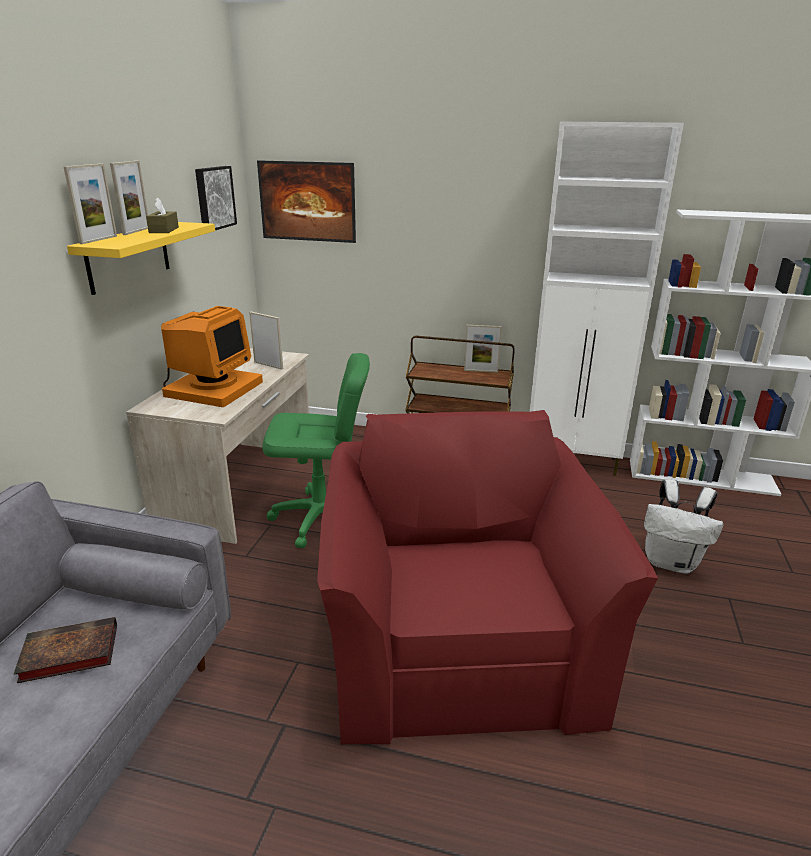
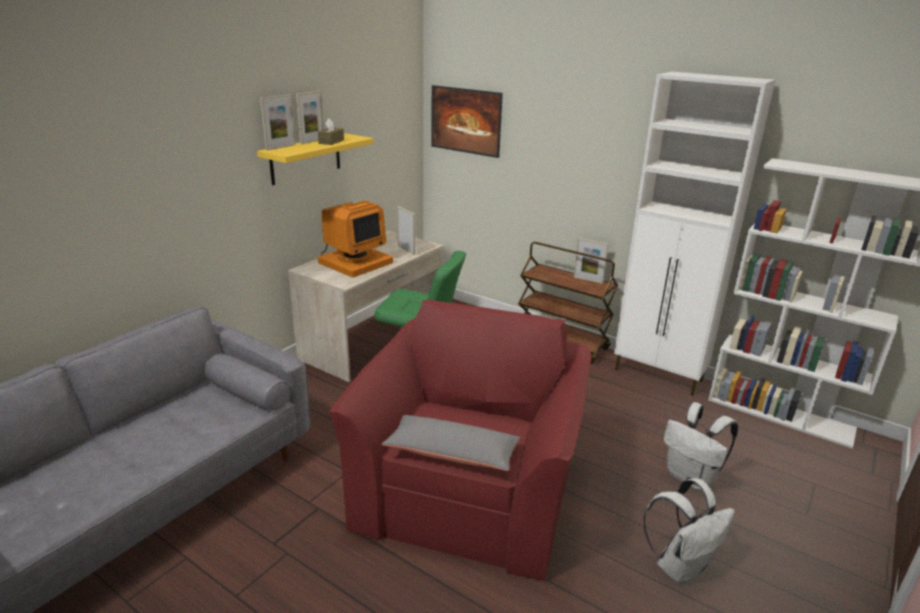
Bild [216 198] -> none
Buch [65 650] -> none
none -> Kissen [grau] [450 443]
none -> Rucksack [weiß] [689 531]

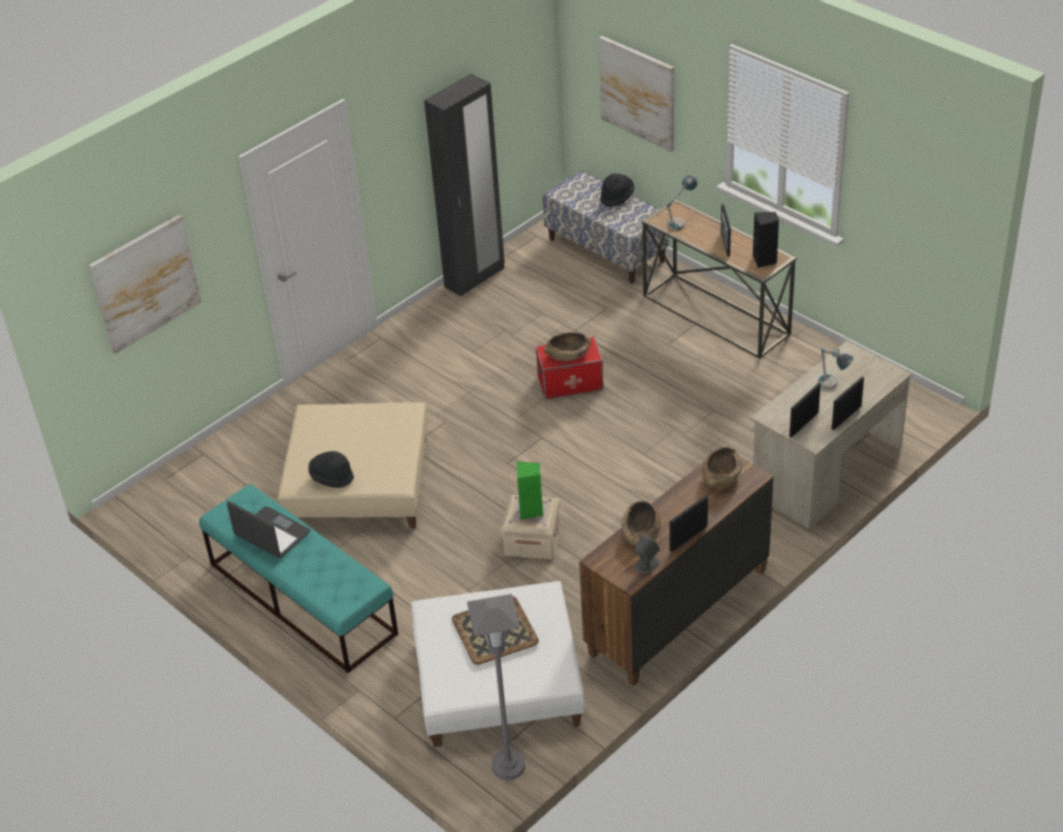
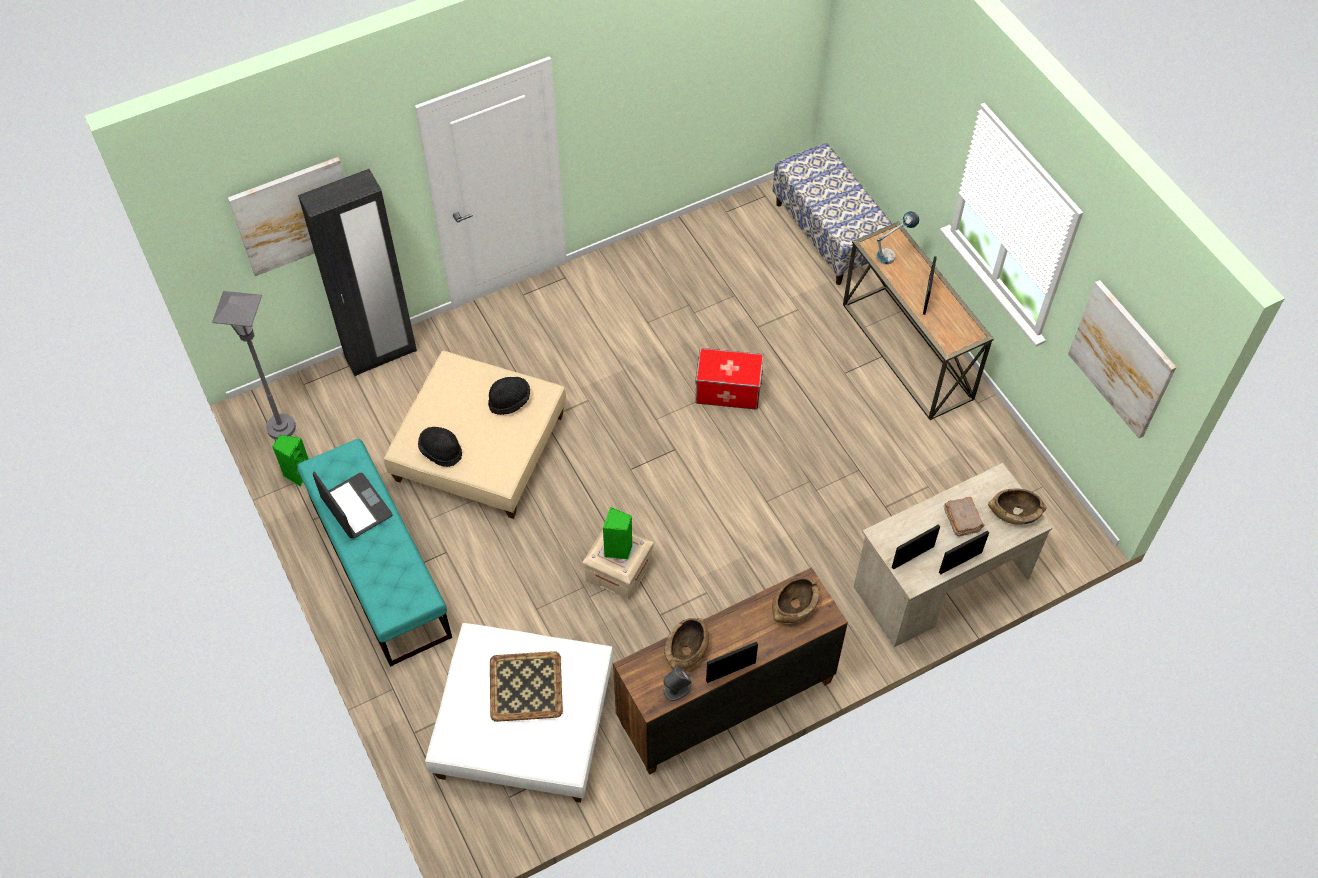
Bild [636 94] -> Bild [1122 359], moved
Kleiderschrank [schwarz] [464 185] -> Kleiderschrank [schwarz] [357 272], moved
Hut [schwarz] [617 190] -> Hut [schwarz] [509 396], moved
Lautsprecher [schwarz] [766 240] -> none
Schüssel [braun] [567 346] -> Schüssel [braun] [1017 507], moved
Tischlampe [836 369] -> Buch [braun] [964 516]
Stehlampe [grau] [496 687] -> Stehlampe [grau] [254 365], moved
none -> Lautsprecher [grün] [290 461]

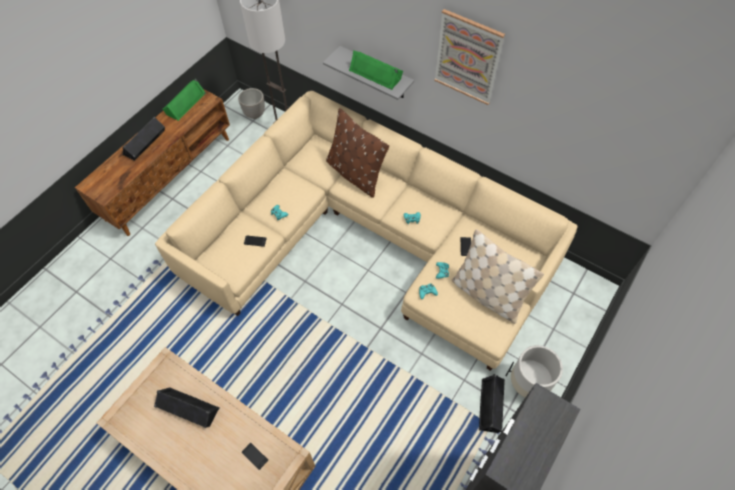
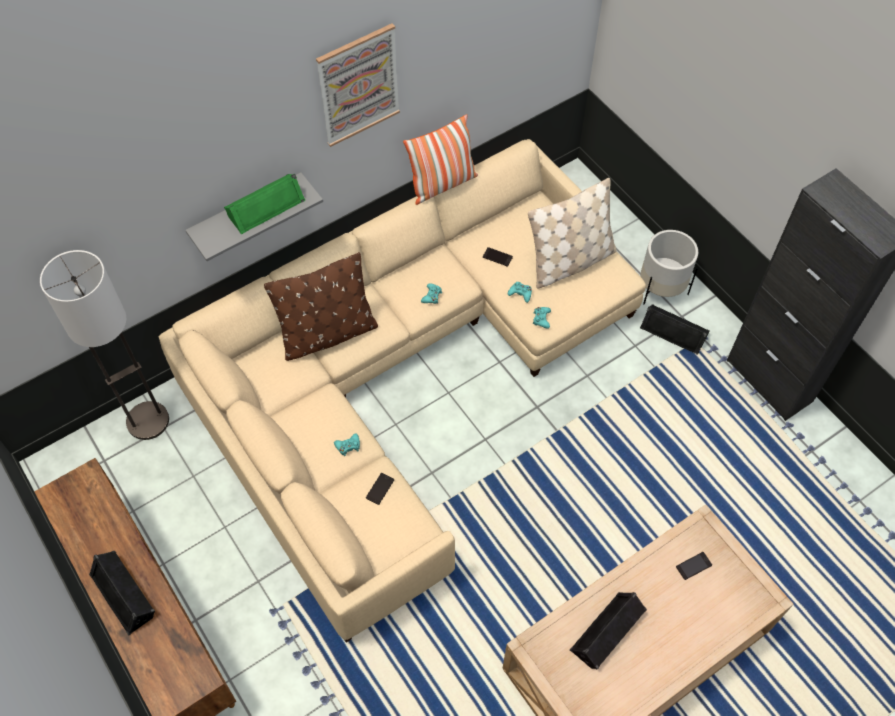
Lautsprecher [grün] [184 99] -> none
Pflanzkübel [251 103] -> none
none -> Kissen [440 159]

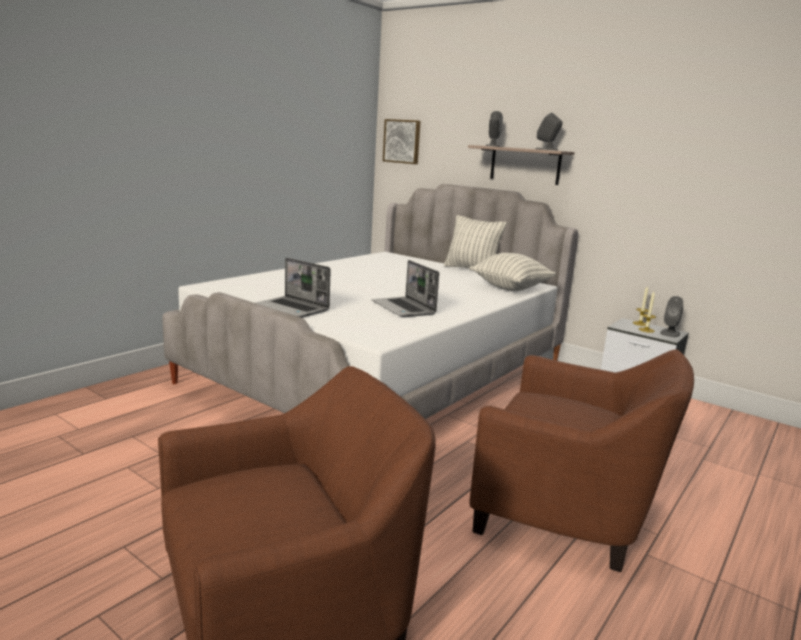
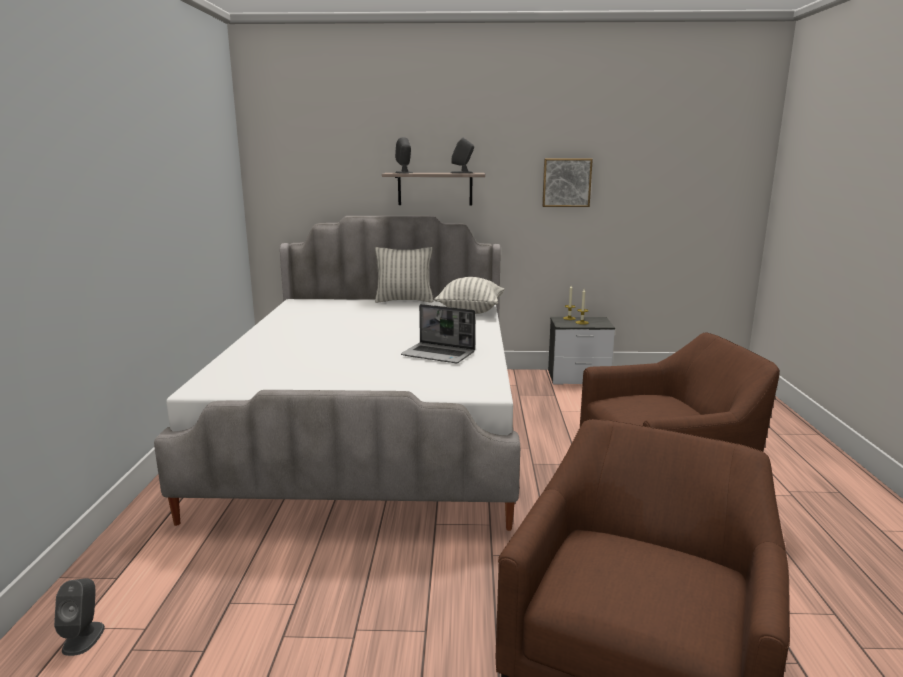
Bild [402 141] -> Bild [567 182], moved
Laptop [293 288] -> none
Lautsprecher [grau] [671 316] -> Lautsprecher [grau] [79 617], moved

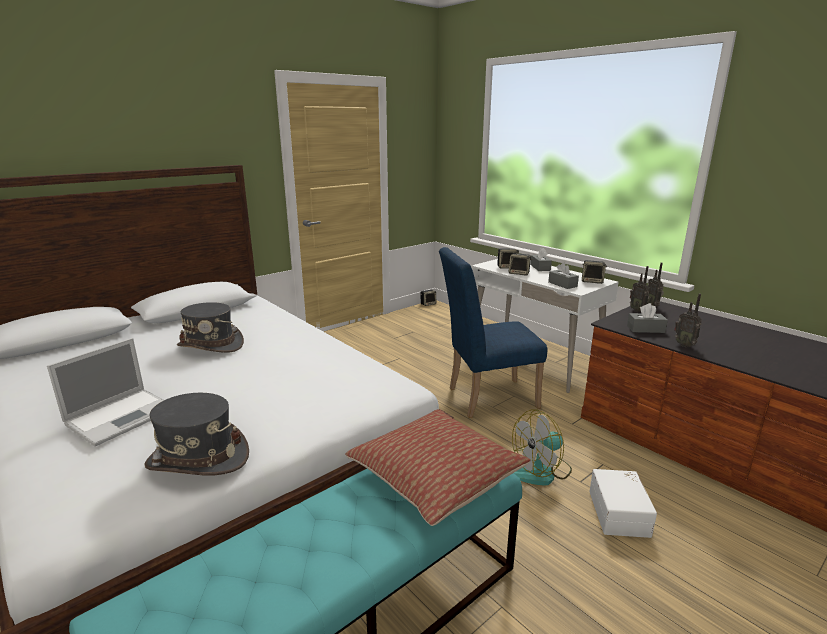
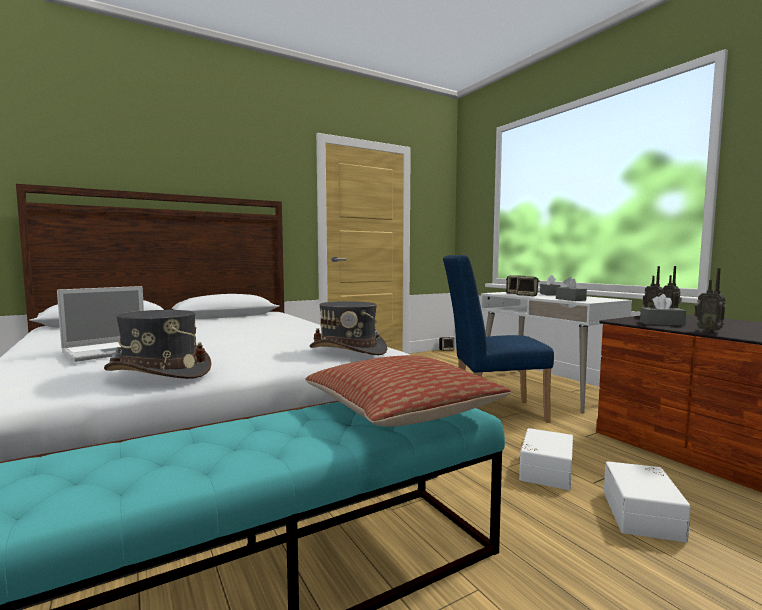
Lautsprecher [594 272] -> none
Hut [grau] [210 327] -> Hut [grau] [348 328], moved
Ventilator [542 448] -> Aufbewahrungsbox [weiß] [546 459]

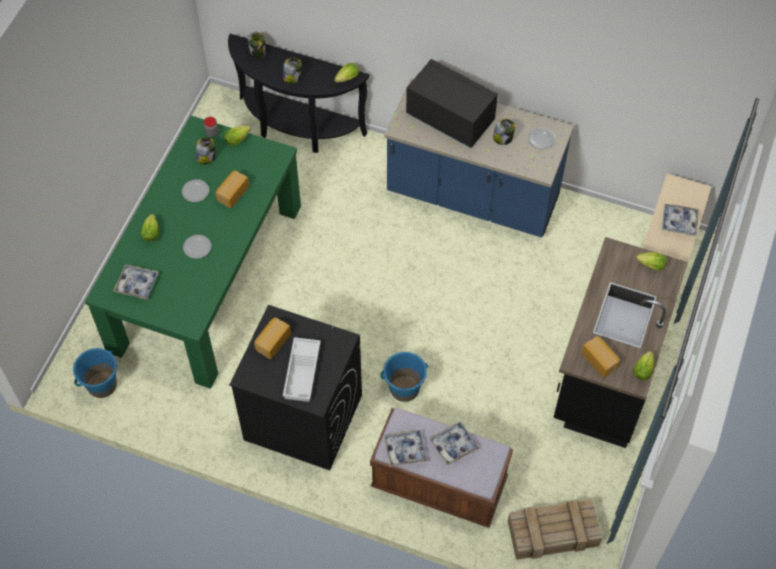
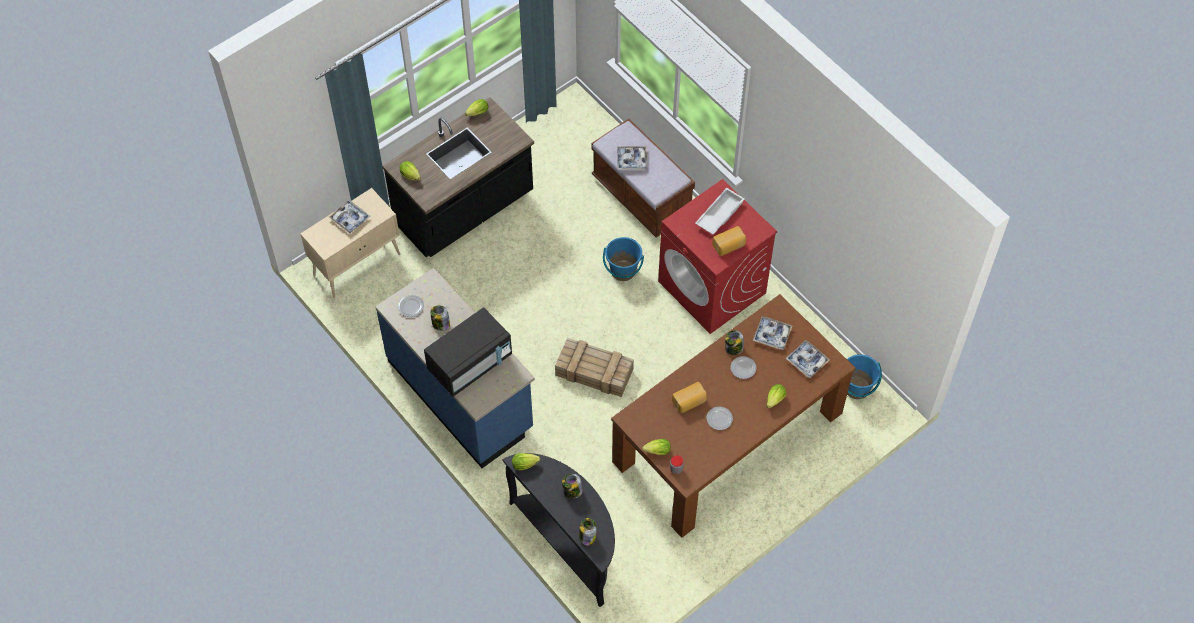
Mikrowelle [schwarz] [452 103] -> Mikrowelle [schwarz] [468 352], 105 degrees counterclockwise
Esstisch [grün] [193 252] -> Esstisch [braun] [733 416]
Vorratsglas [205 151] -> Vorratsglas [734 343], moved
Waschmaschine [schwarz] [295 387] -> Waschmaschine [rot] [718 256]
Brot [601 357] -> none
Tablett [405 448] -> Tablett [772 333], moved
Kiste [555 530] -> Kiste [594 367], moved

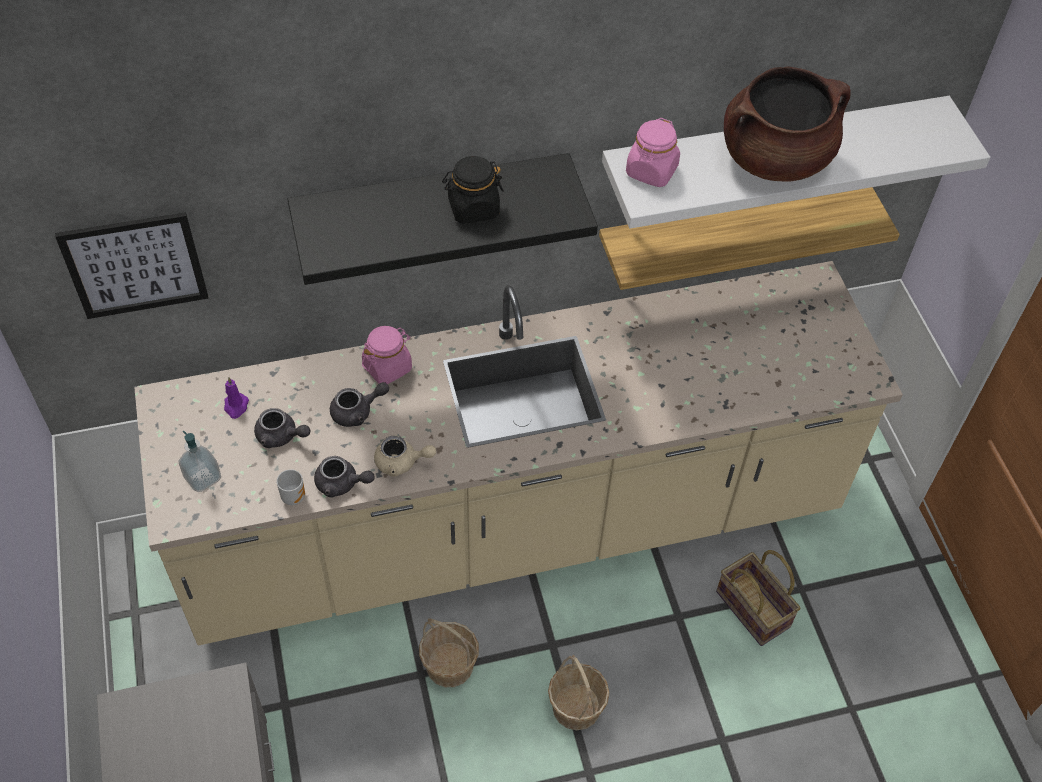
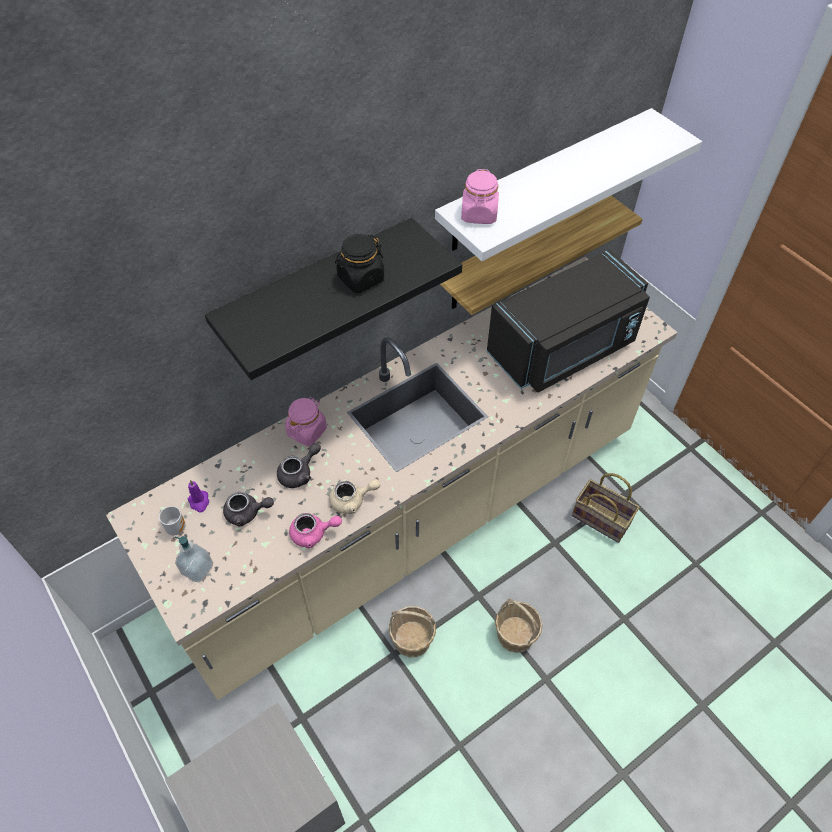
Kochtopf [braun] [787 123] -> none
Bild [132 265] -> none
Teekanne [grau] [344 477] -> Teekanne [rosa] [315 530]
Henkelbecher [290 487] -> Henkelbecher [172 520], moved
none -> Mikrowelle [schwarz] [568 320]

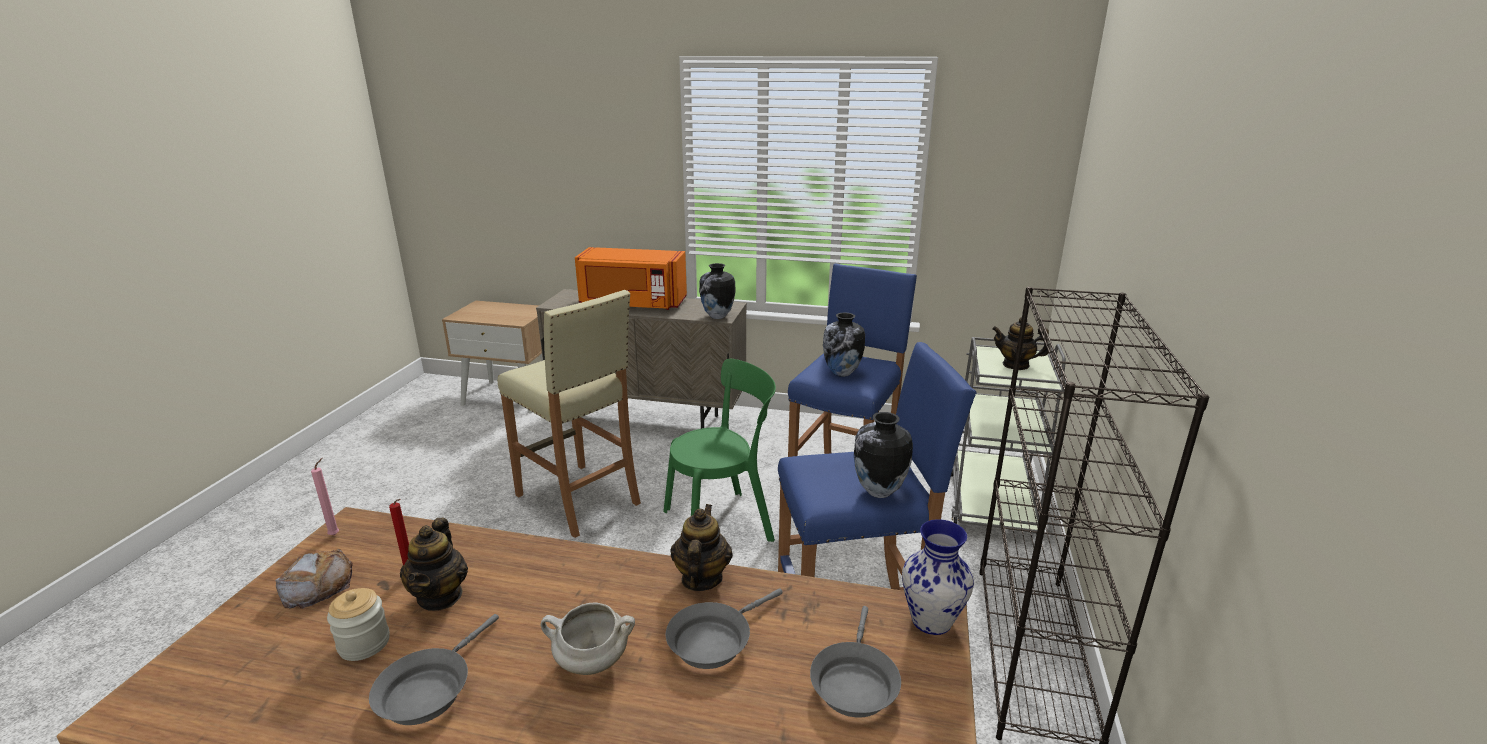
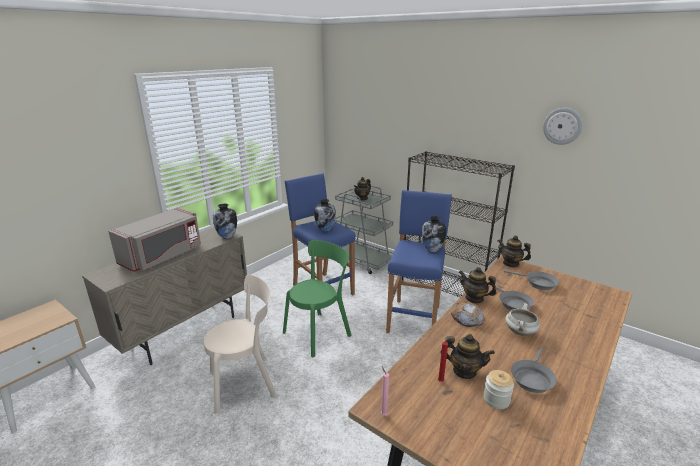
Mikrowelle [orange] [631 278] -> Mikrowelle [grau] [154 240]
Hocker [beige] [569 414] -> Stuhl [beige] [240 344]
Stuhl [grün] [719 450] -> Stuhl [grün] [317 298], 45 degrees clockwise
Vase [938 577] -> Teekanne [514 251]
Brot [314 579] -> Brot [468 314], moved
Pfanne [grau] [434 669] -> Pfanne [grau] [534 370], 75 degrees clockwise
none -> Wanduhr [563 126]

